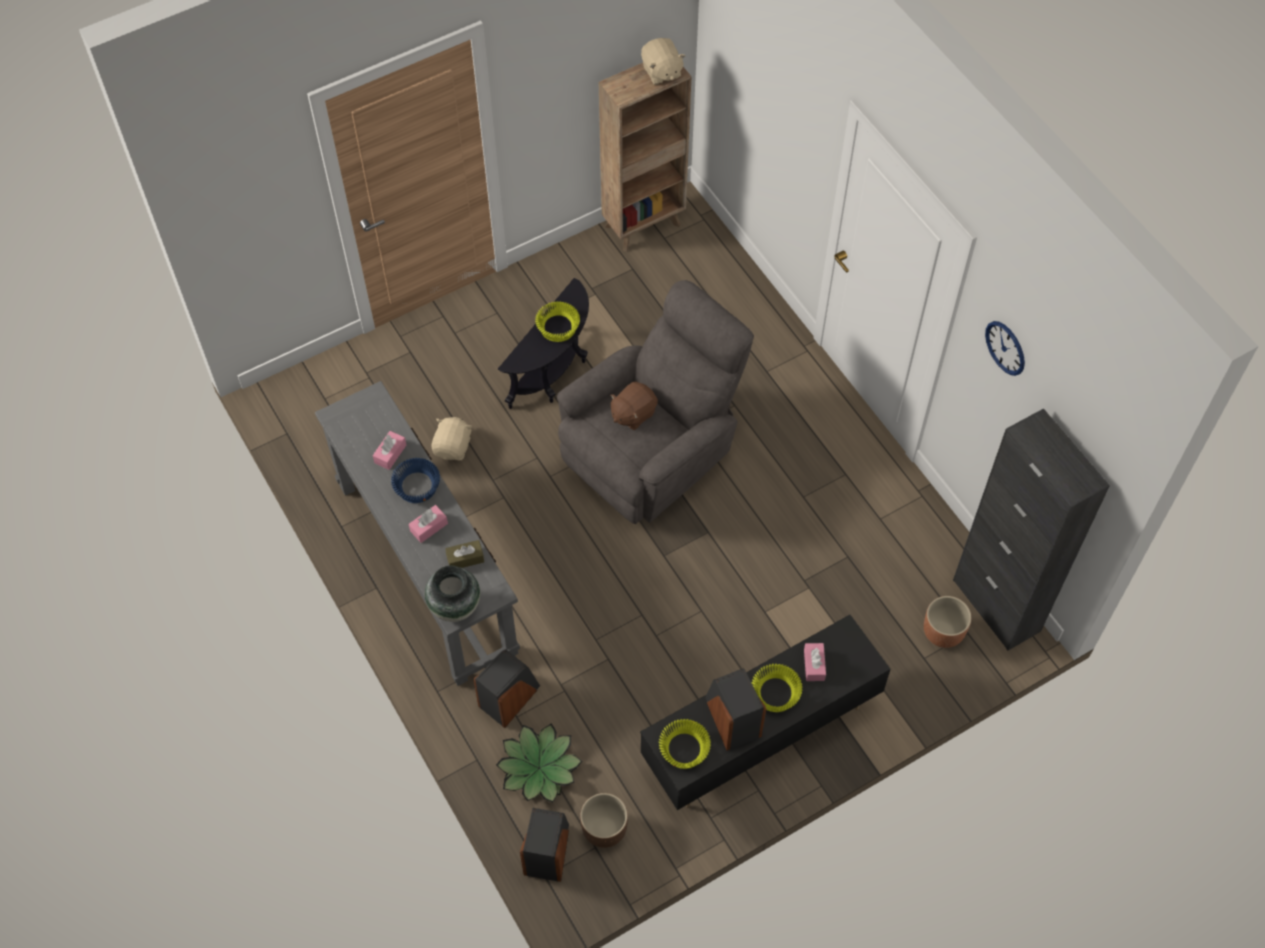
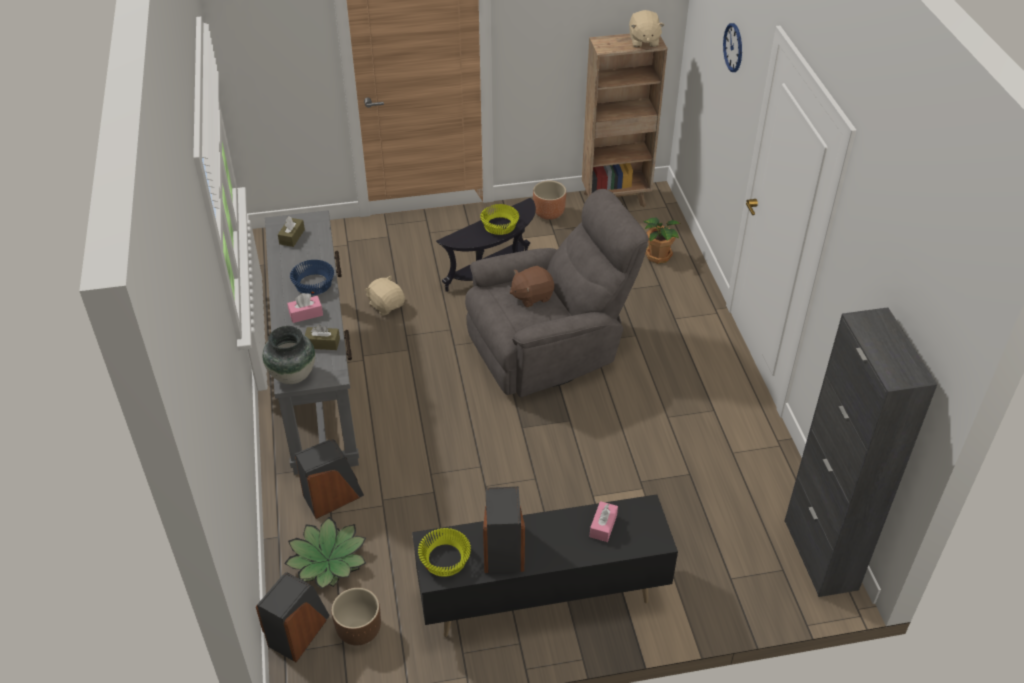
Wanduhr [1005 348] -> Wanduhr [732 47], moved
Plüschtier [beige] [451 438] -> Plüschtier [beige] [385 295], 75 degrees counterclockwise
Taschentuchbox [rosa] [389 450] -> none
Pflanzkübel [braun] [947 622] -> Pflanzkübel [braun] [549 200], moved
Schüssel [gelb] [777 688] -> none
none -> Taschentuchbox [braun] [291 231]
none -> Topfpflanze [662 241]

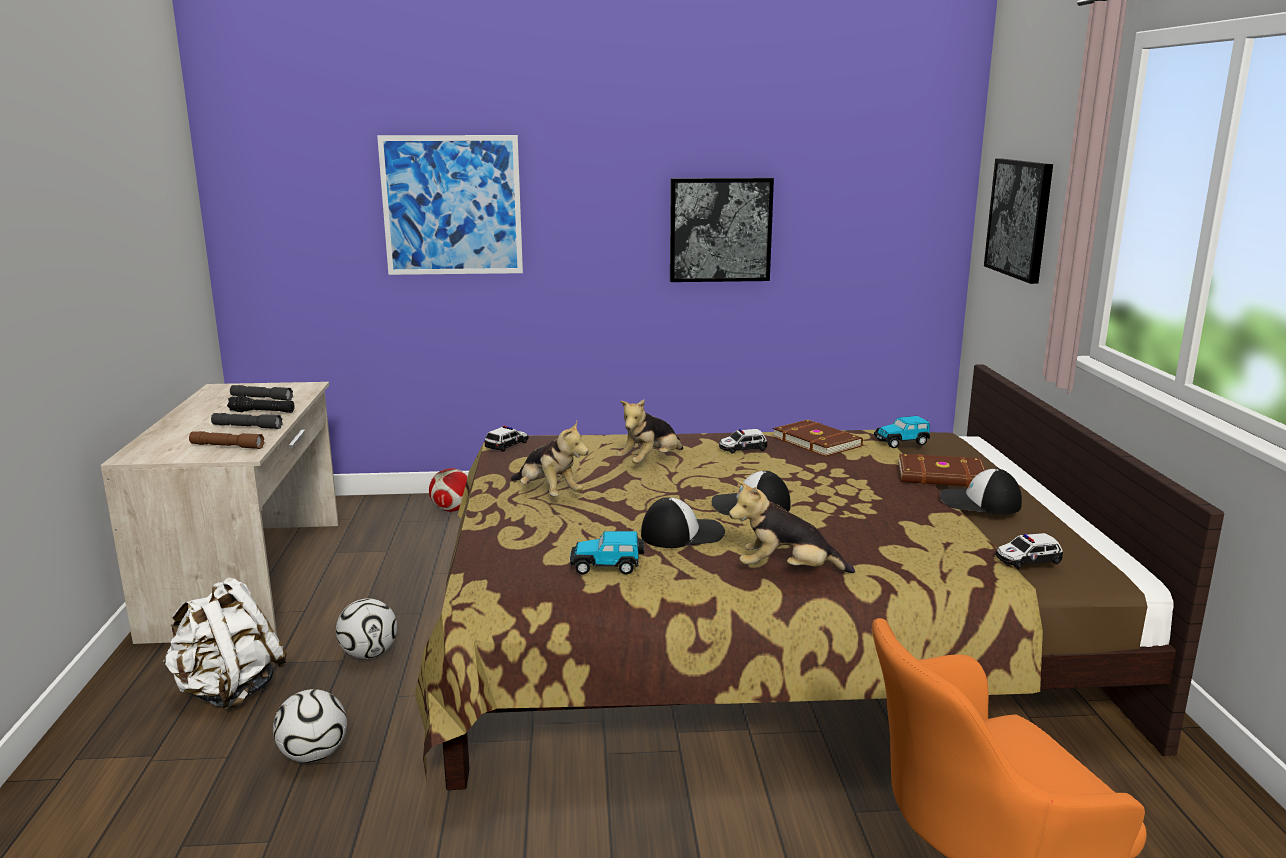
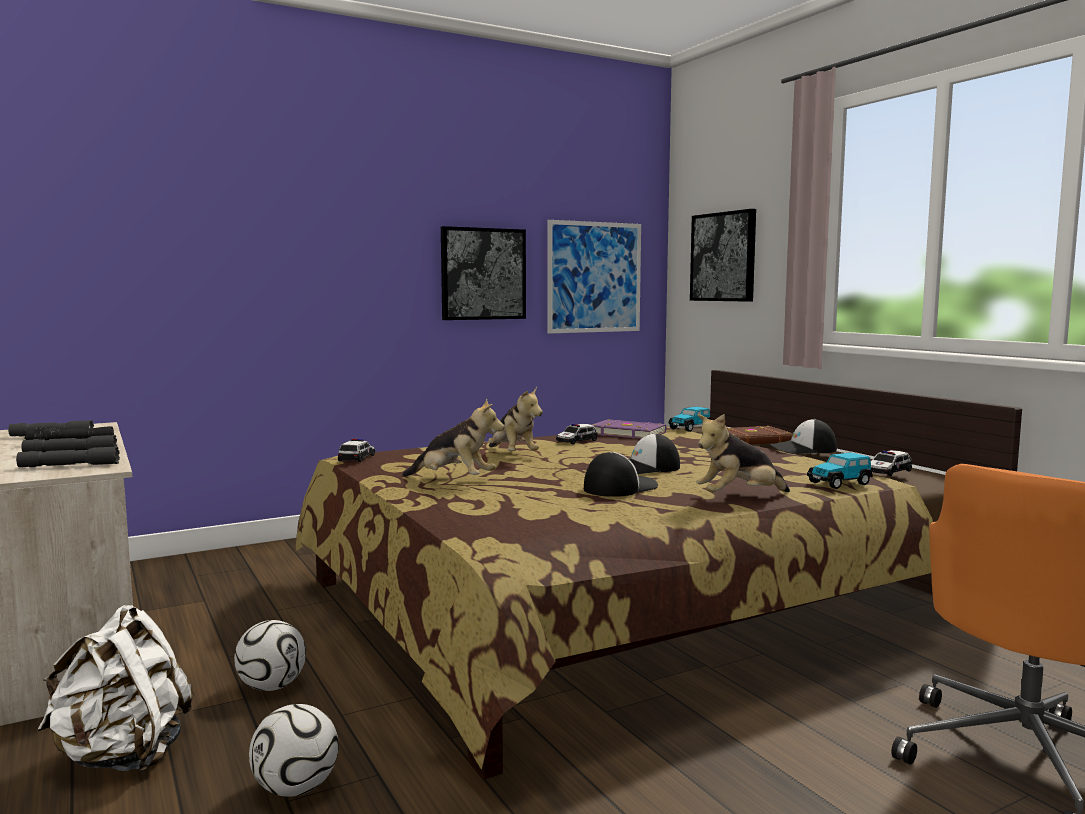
Bild [450 205] -> Bild [594 276], moved
Plüschtier [650 431] -> Plüschtier [515 418], 45 degrees counterclockwise
Buch [braun] [817 438] -> Buch [lila] [629 429]
Taschenlampe [braun] [226 440] -> Taschenlampe [grau] [68 456]
Fußball [448 490] -> none
Spielzeugauto [607 552] -> Spielzeugauto [840 470], moved

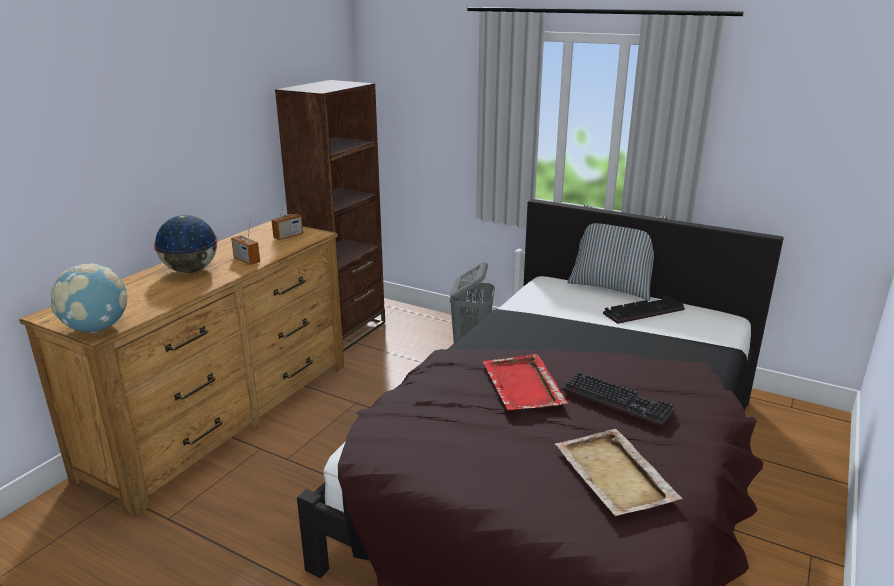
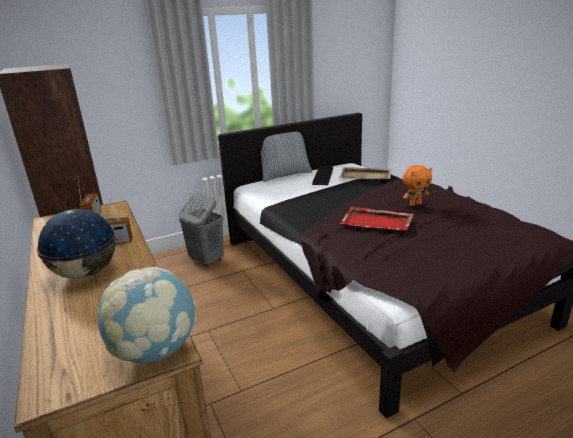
Tastatur [619 399] -> Plüschtier [orange] [417 185]
Tablett [beige] [618 472] -> Tablett [beige] [365 173], moved

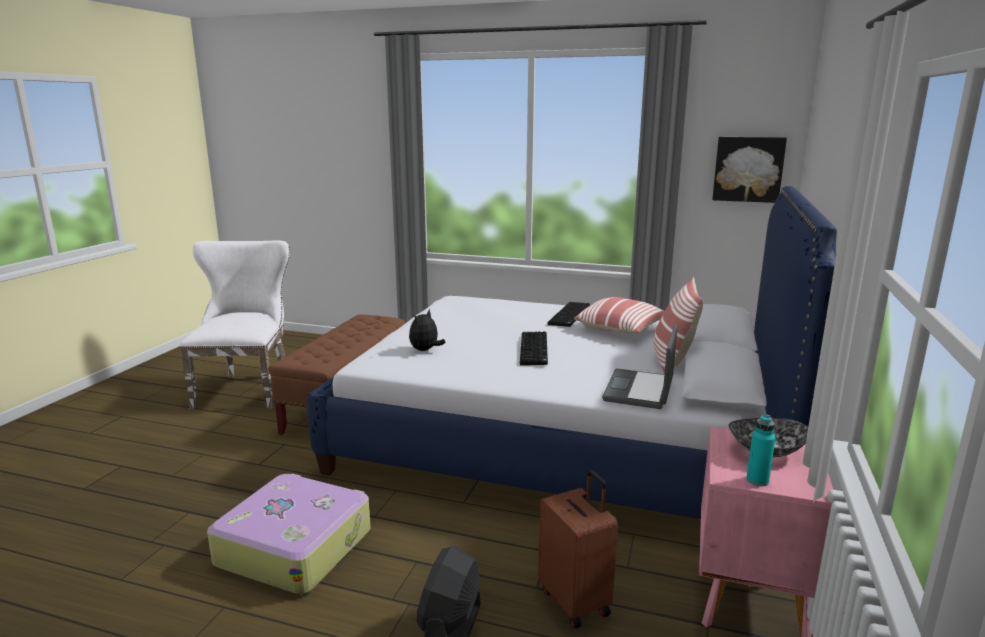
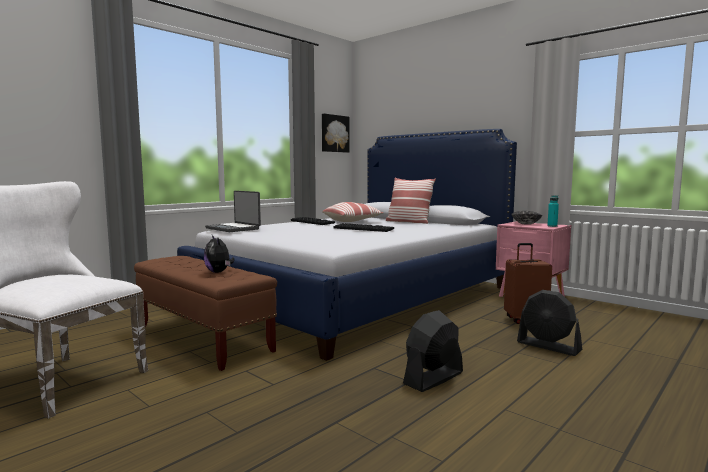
Plüschtier [427 330] -> Plüschtier [219 254], moved
Laptop [640 366] -> Laptop [233 211], moved
Koffer [289 534] -> Ventilator [schwarz] [433 351]

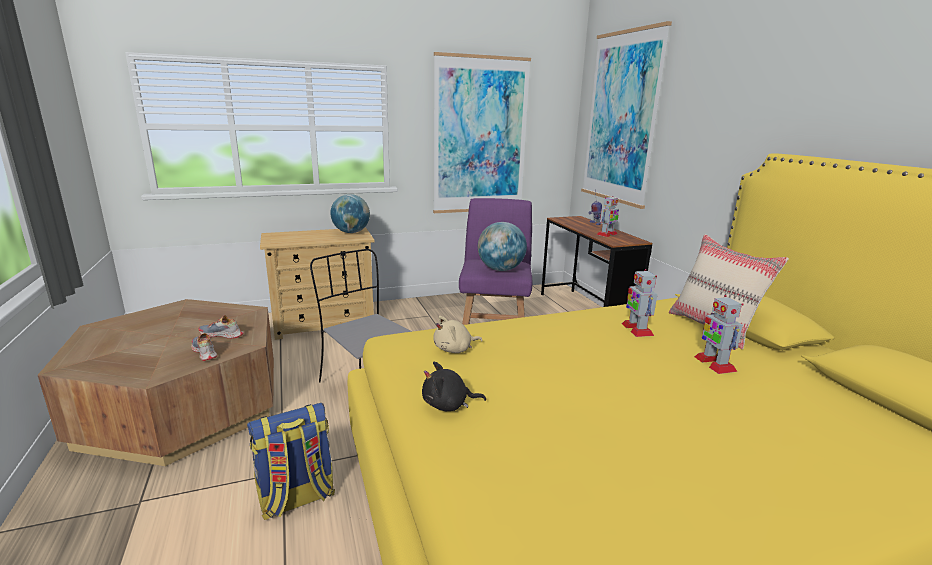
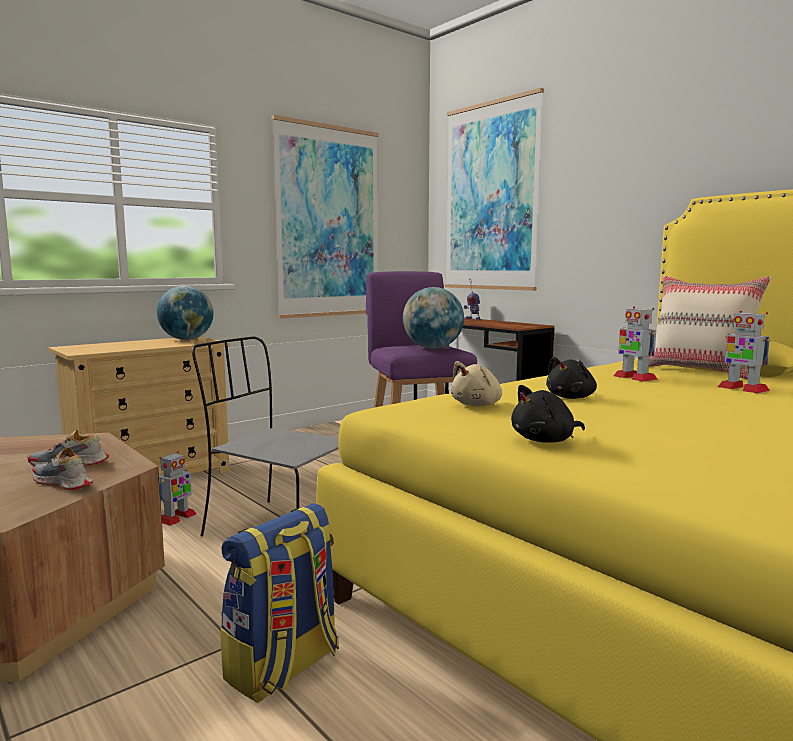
Spielzeugroboter [608 216] -> Spielzeugroboter [178 488], moved
none -> Plüschtier [schwarz] [571 378]

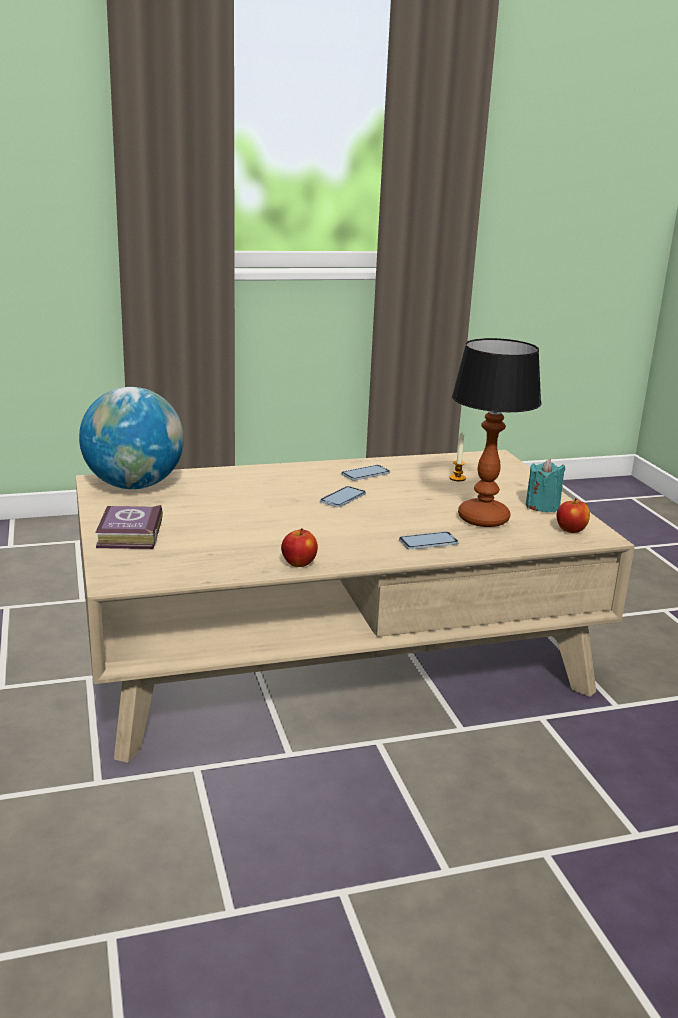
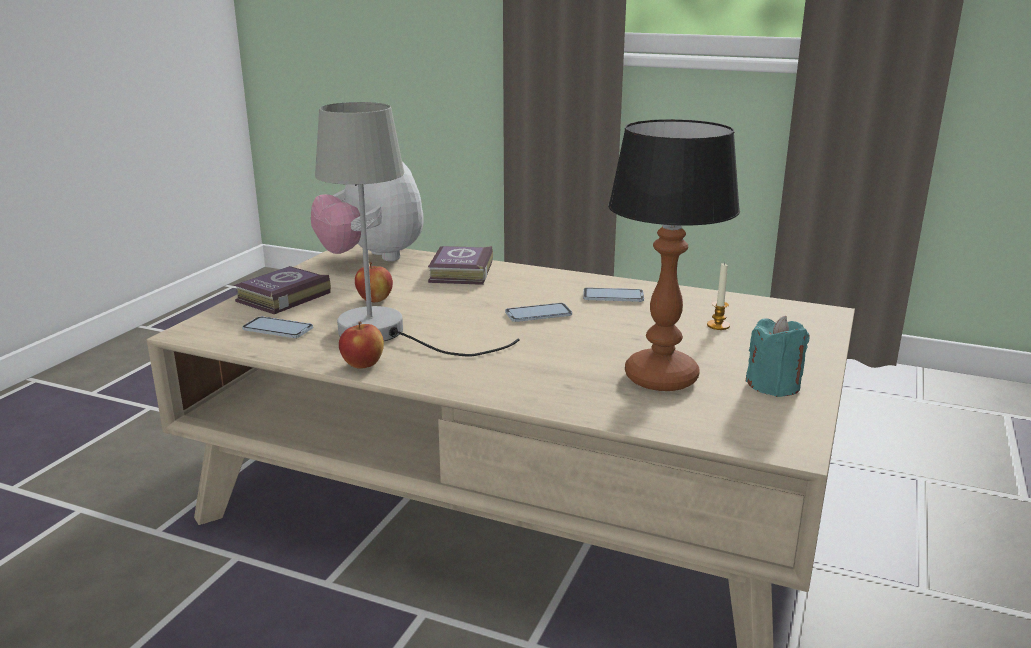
Globus [131 438] -> Plüschtier [367 211]
Apfel [573 515] -> Apfel [374 282], moved
Handy [429 541] -> Handy [277 327], moved
none -> Tischlampe [grau] [417 229]
none -> Buch [460 265]

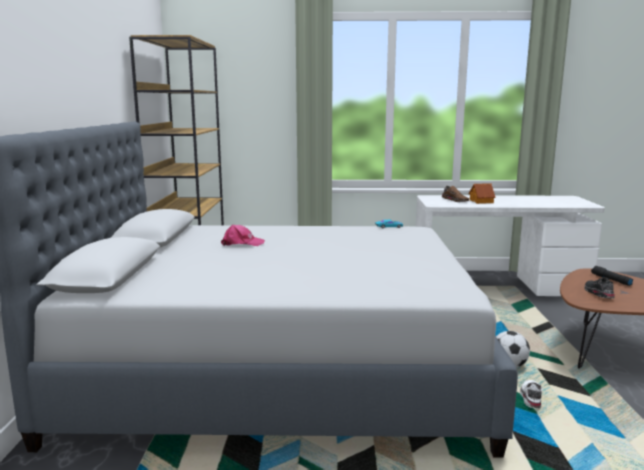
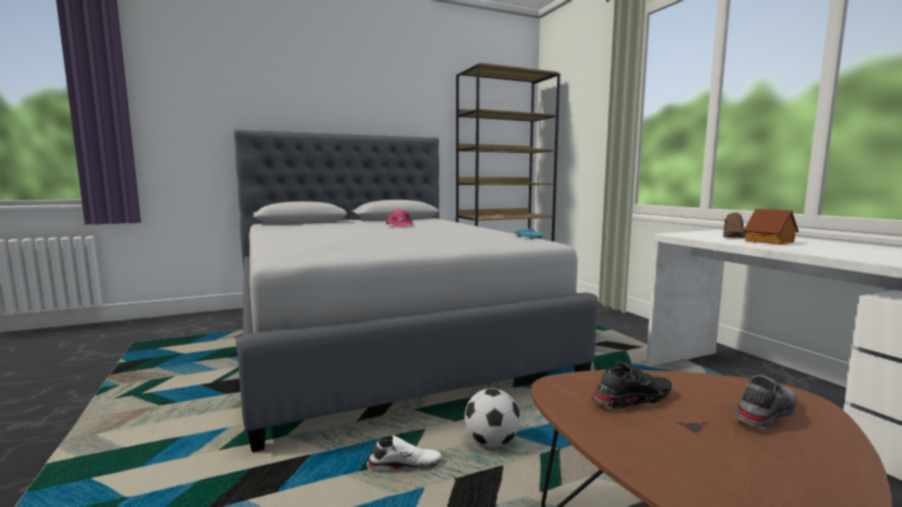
Taschenlampe [schwarz] [612 276] -> Schuh [grau] [765 402]

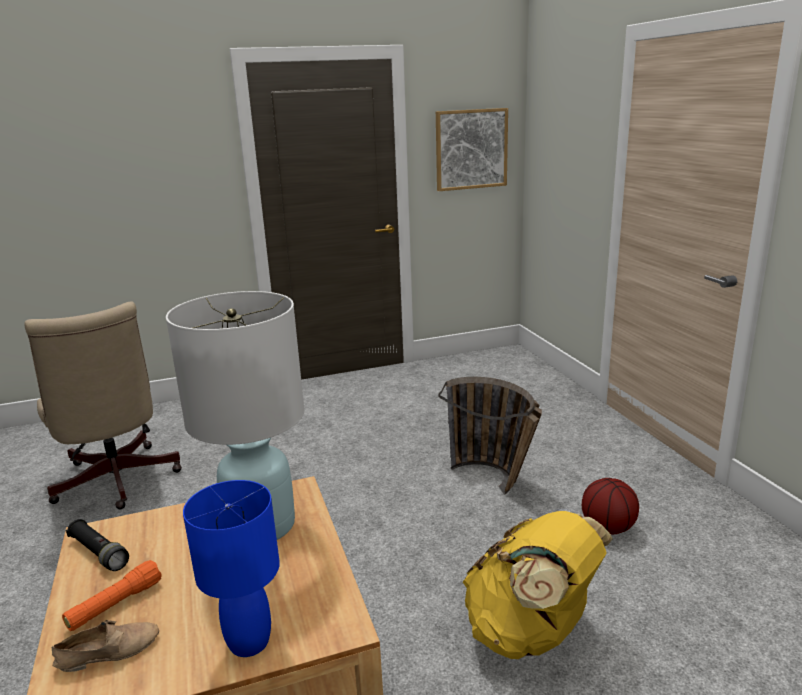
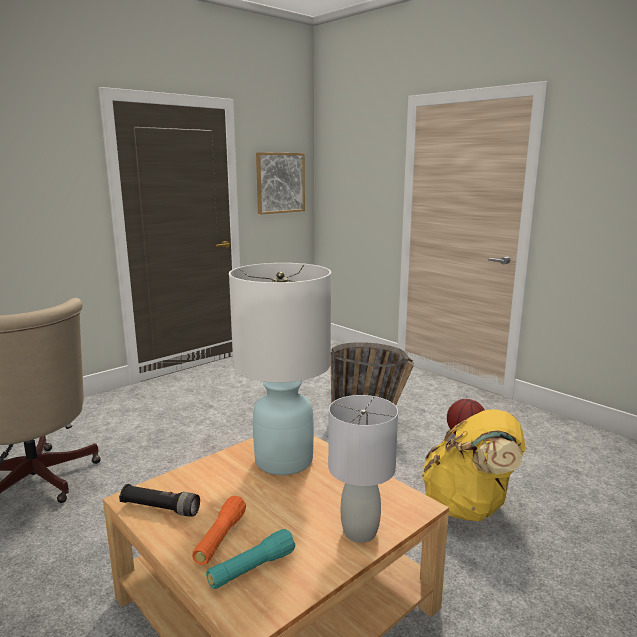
Tischlampe [blau] [231 568] -> Tischlampe [grau] [363 469]
Schuh [beige] [105 646] -> Taschenlampe [türkis] [251 559]

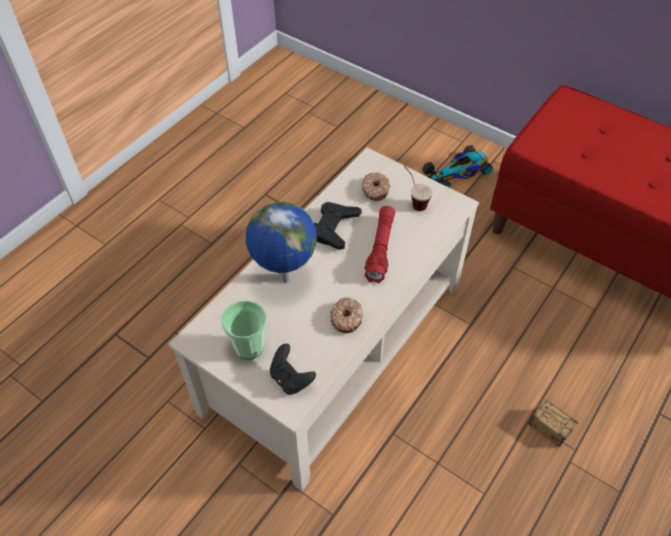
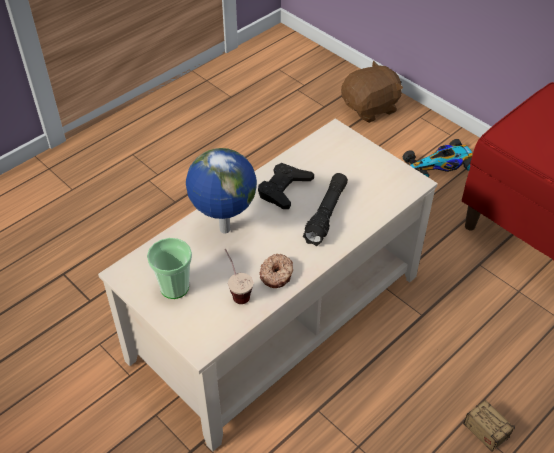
Tasse [418 188] -> Tasse [239 276], moved
Donut [376 187] -> none
Taschenlampe [rot] [380 244] -> Taschenlampe [schwarz] [325 209]
Gamepad [schwarz] [293 369] -> none
none -> Plüschtier [braun] [372 92]

